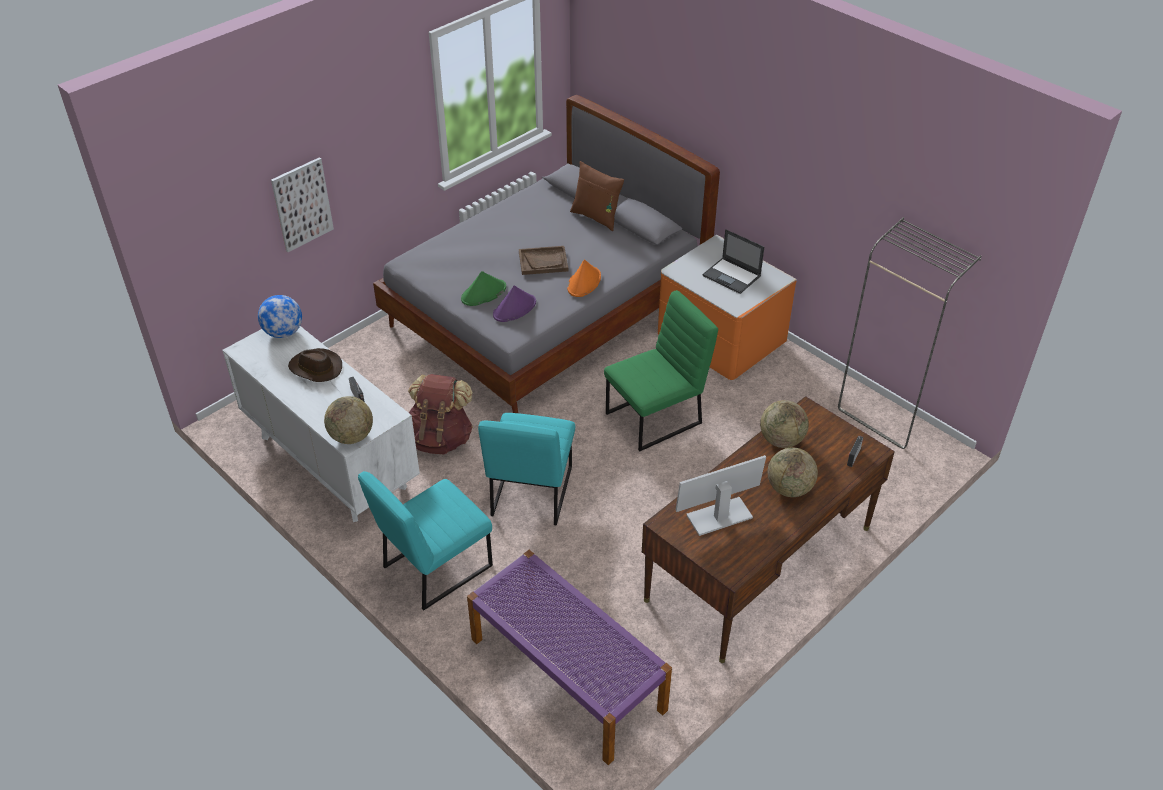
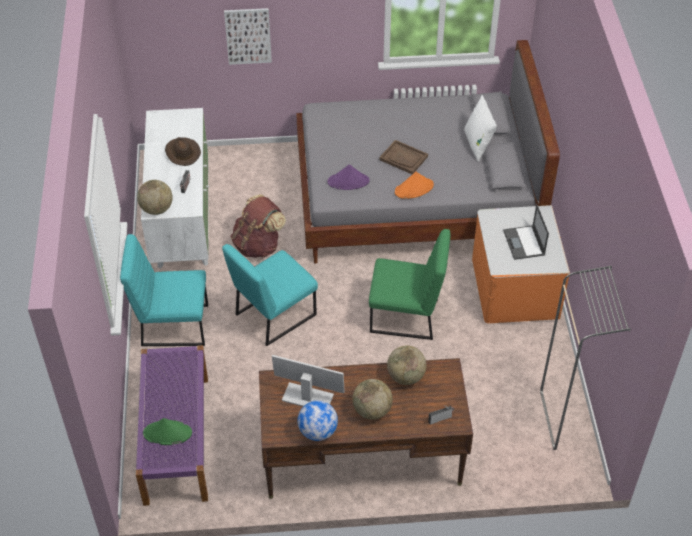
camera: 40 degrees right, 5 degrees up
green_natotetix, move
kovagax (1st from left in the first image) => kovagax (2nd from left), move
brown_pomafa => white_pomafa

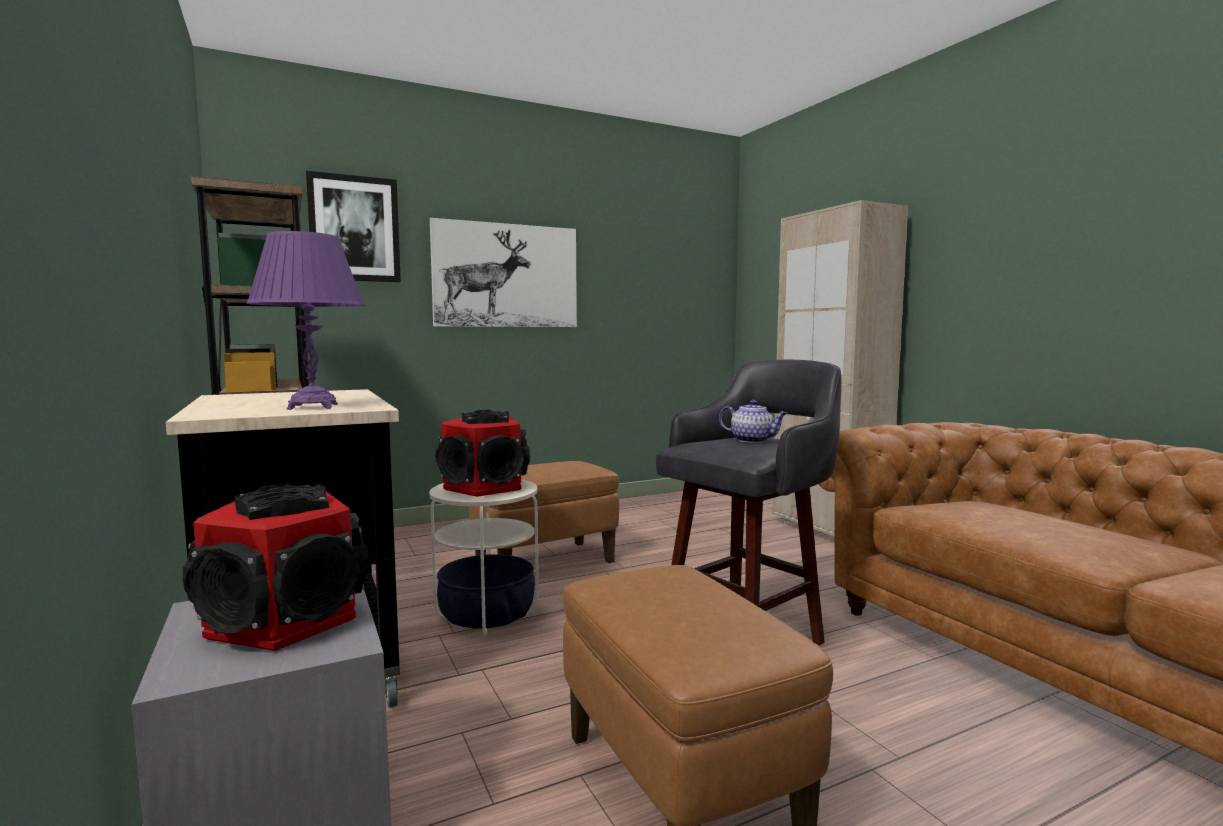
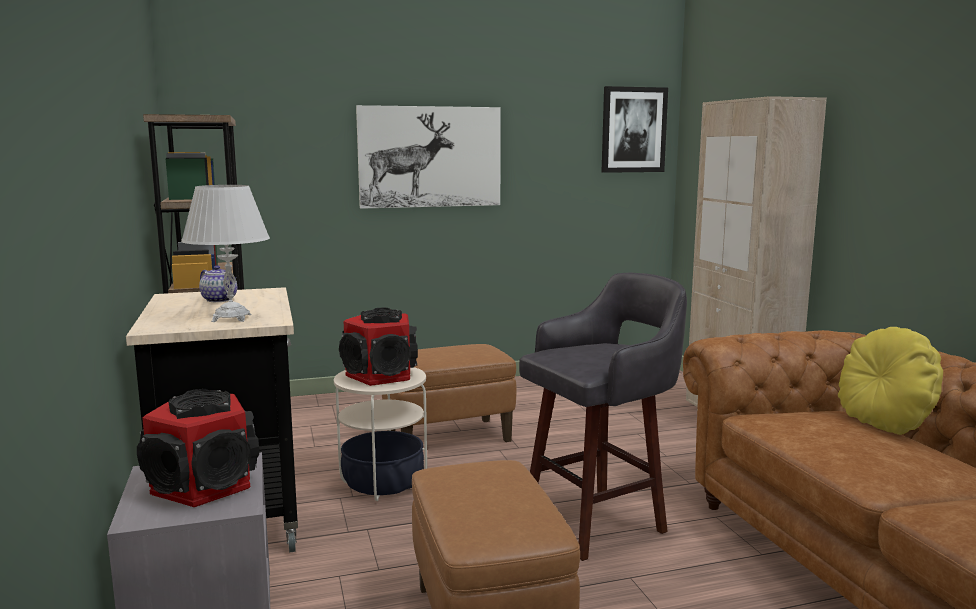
camera: 10 degrees right, 5 degrees up
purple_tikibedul => white_tikibedul
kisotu, move
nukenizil (1st from left in the first image) => nukenizil (2nd from left), move
nothing => yellow_pomafa

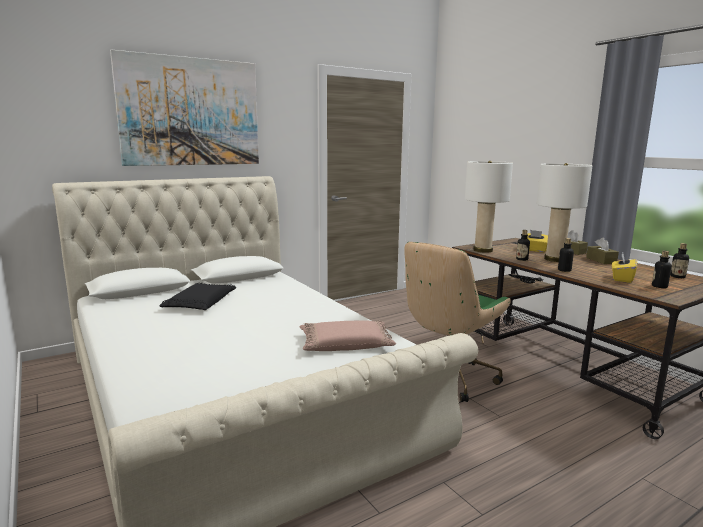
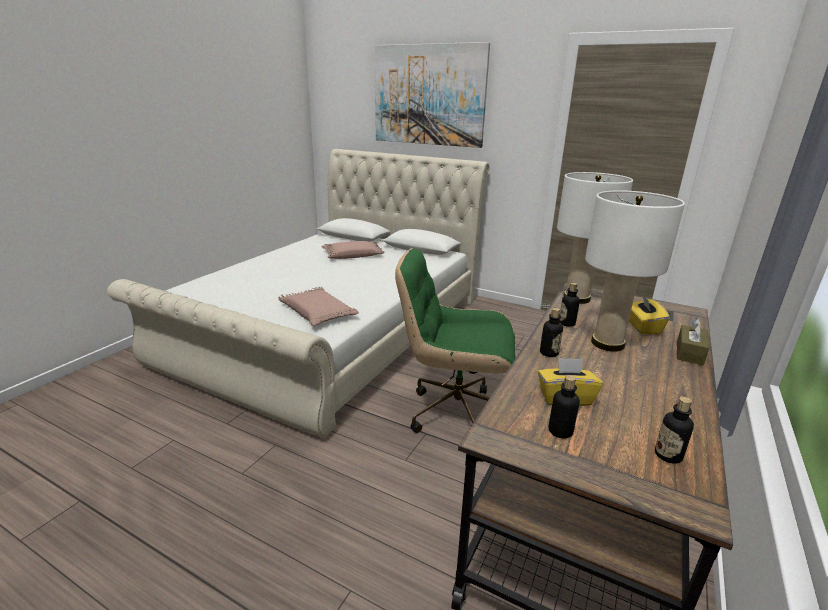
camera: 60 degrees right, 10 degrees up
black_pomafa => beige_pomafa (2nd from left)
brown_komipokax (2nd from left) => nothing

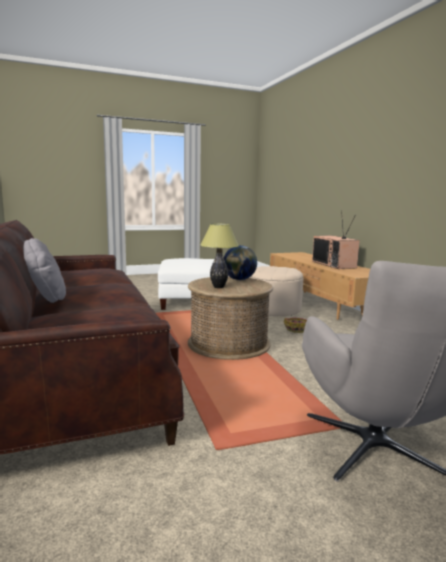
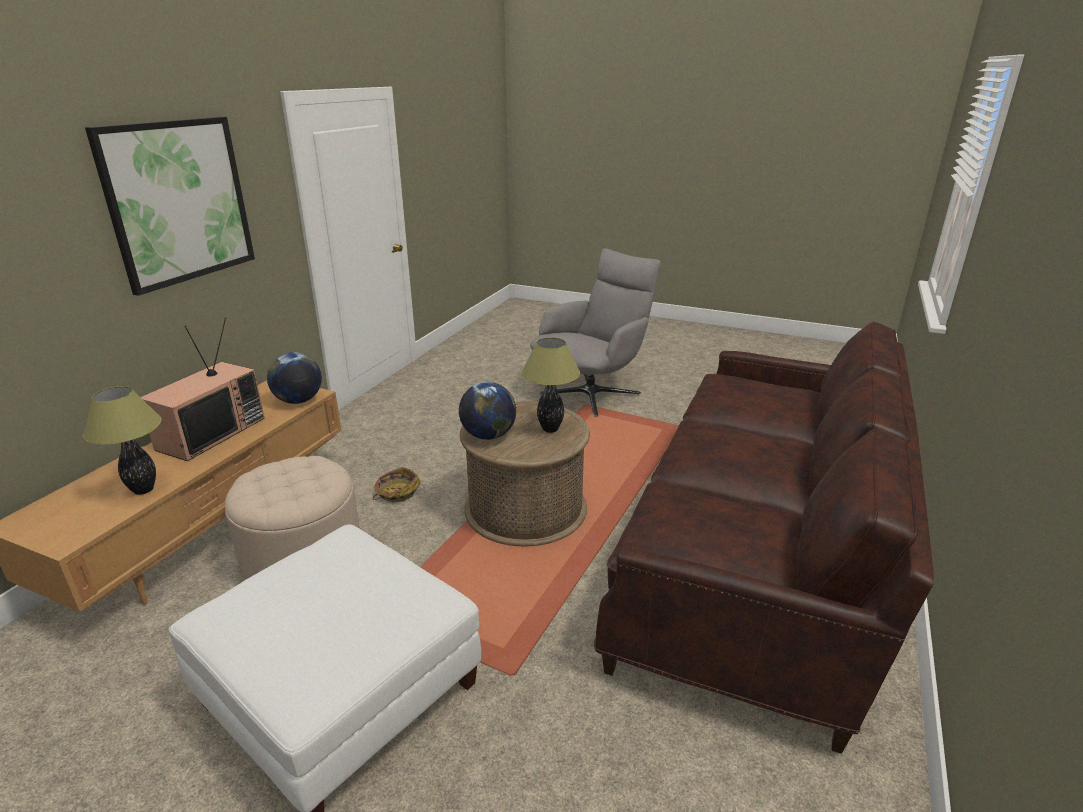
camera: 135 degrees left, 15 degrees up
nothing => tikibedul (1st from left)
nothing => nukenizil
nothing => kovagax (1st from left)
grey_pomafa => nothing

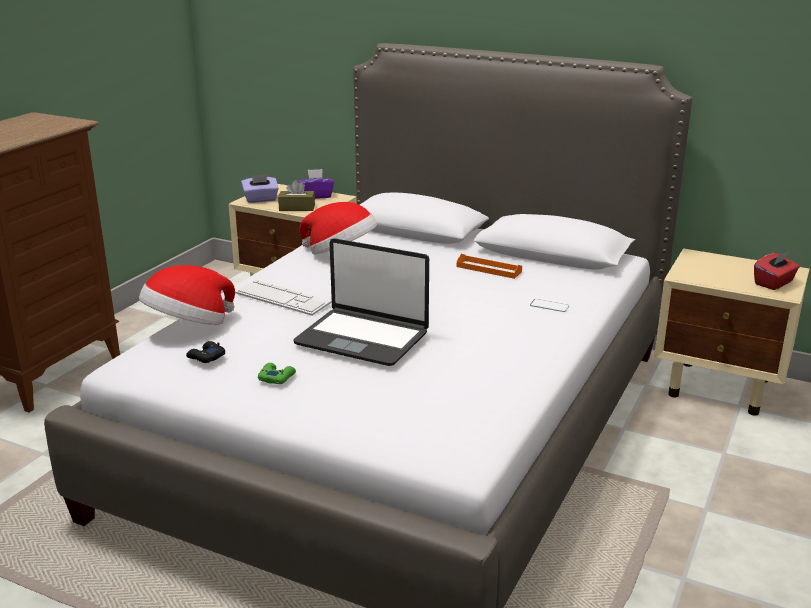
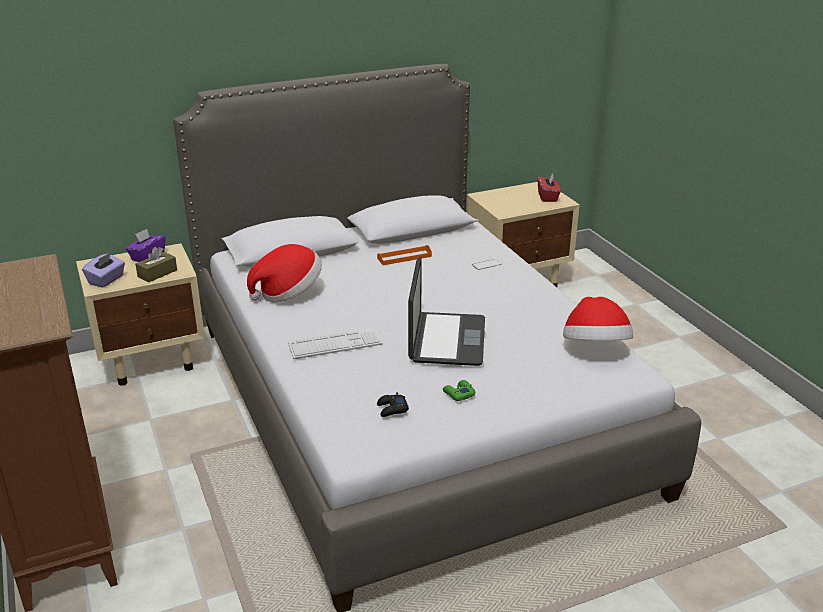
camera: 50 degrees left, 5 degrees up
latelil, 60 degrees counterclockwise
natotetix (1st from left in the first image) => natotetix (2nd from left), move

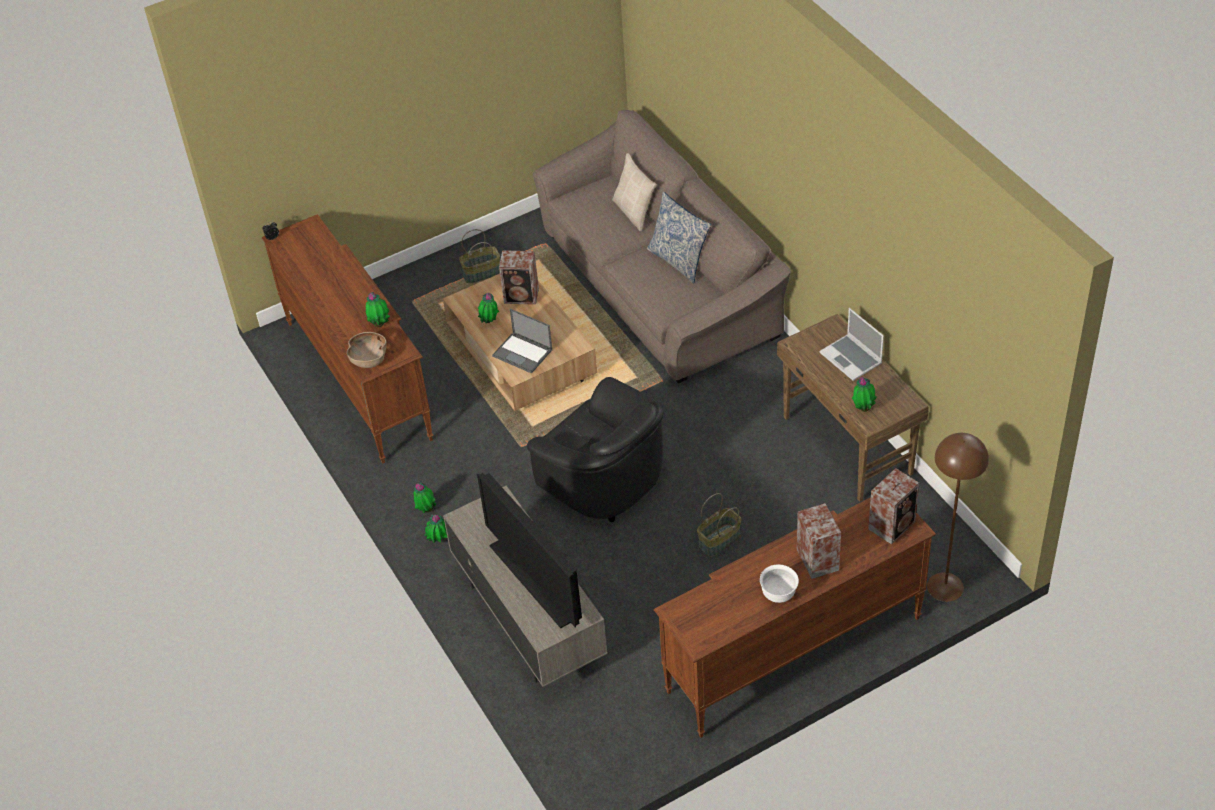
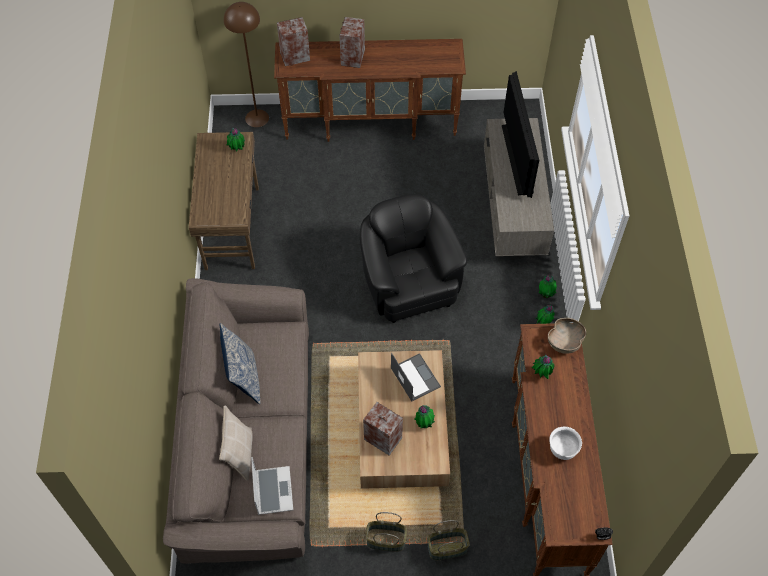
camera: 155 degrees left, 10 degrees up
latelil (2nd from left in the first image) => latelil (1st from left), move
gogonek (2nd from left), move
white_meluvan, move

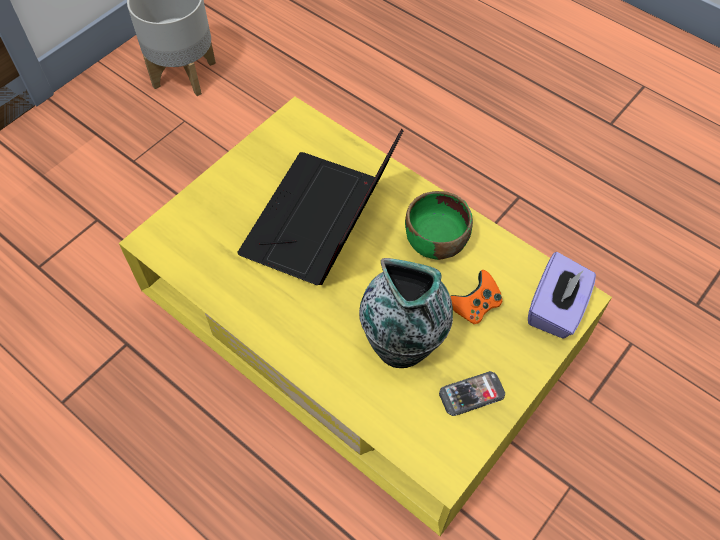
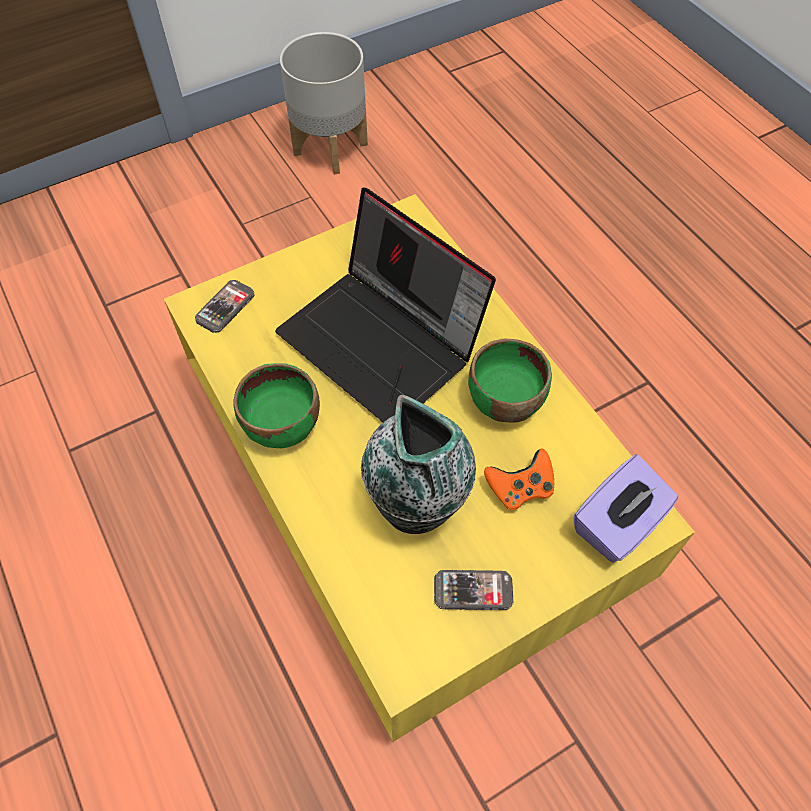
camera: 20 degrees right, 0 degrees up
nothing => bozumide (1st from left)
nothing => green_meluvan (1st from left)
latelil, 90 degrees counterclockwise

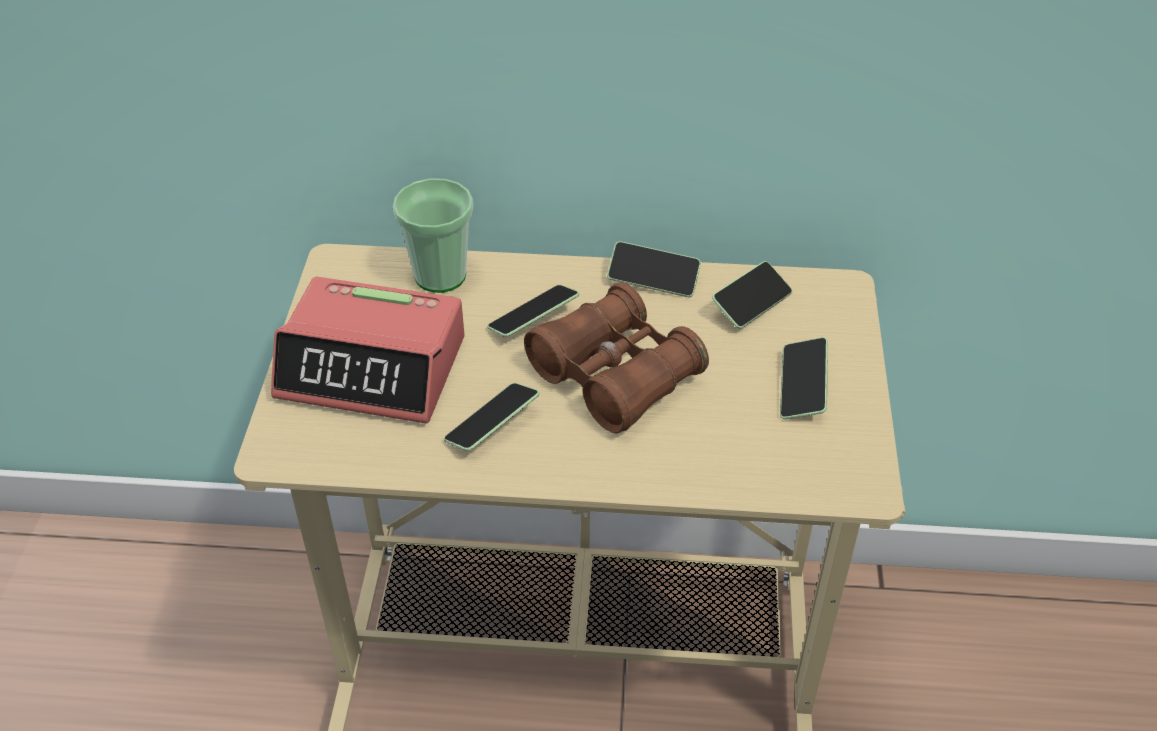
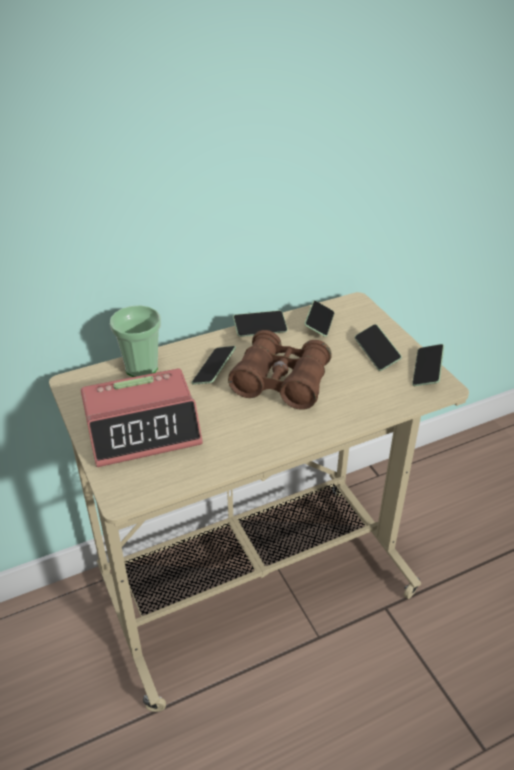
camera: 30 degrees left, 5 degrees down
bozumide (1st from left in the first image) => bozumide (5th from left), move

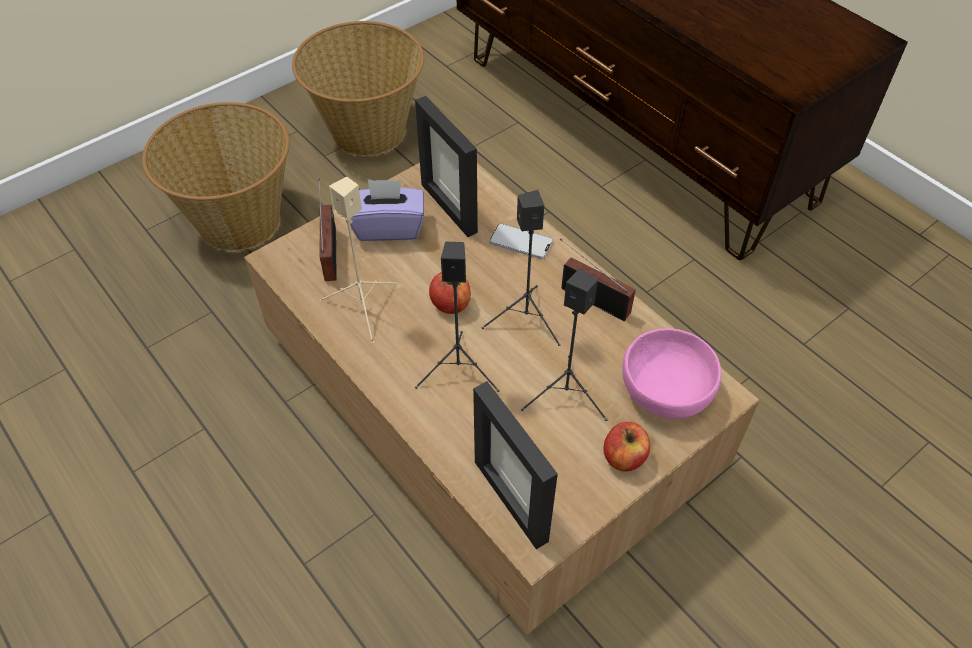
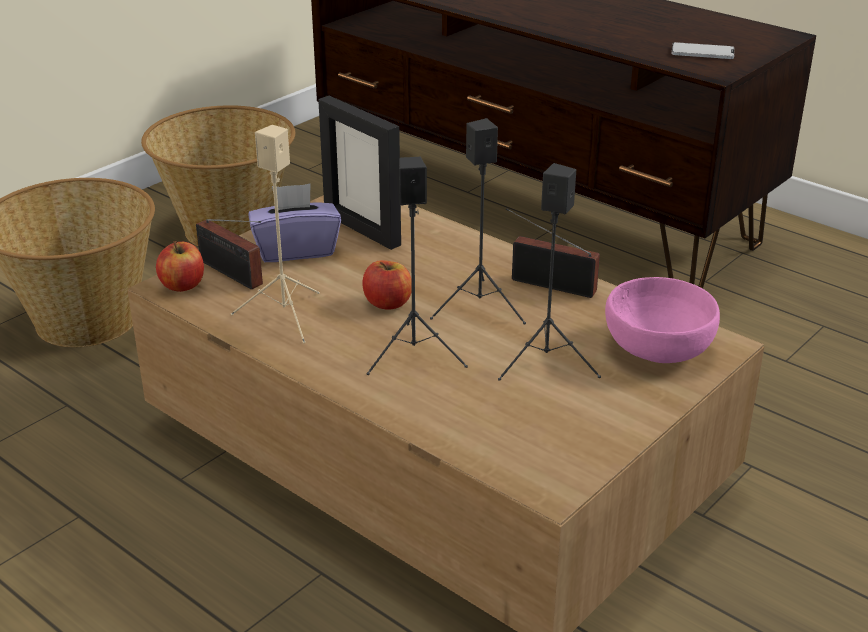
camera: 10 degrees left, 20 degrees down
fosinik (2nd from left in the first image) => fosinik (1st from left), move
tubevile (1st from left), 150 degrees clockwise
bozumide, move
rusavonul (2nd from left) => nothing

